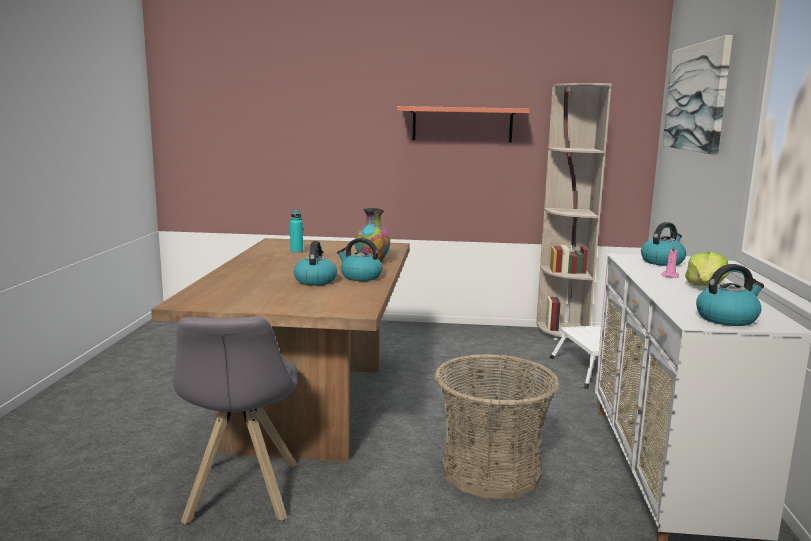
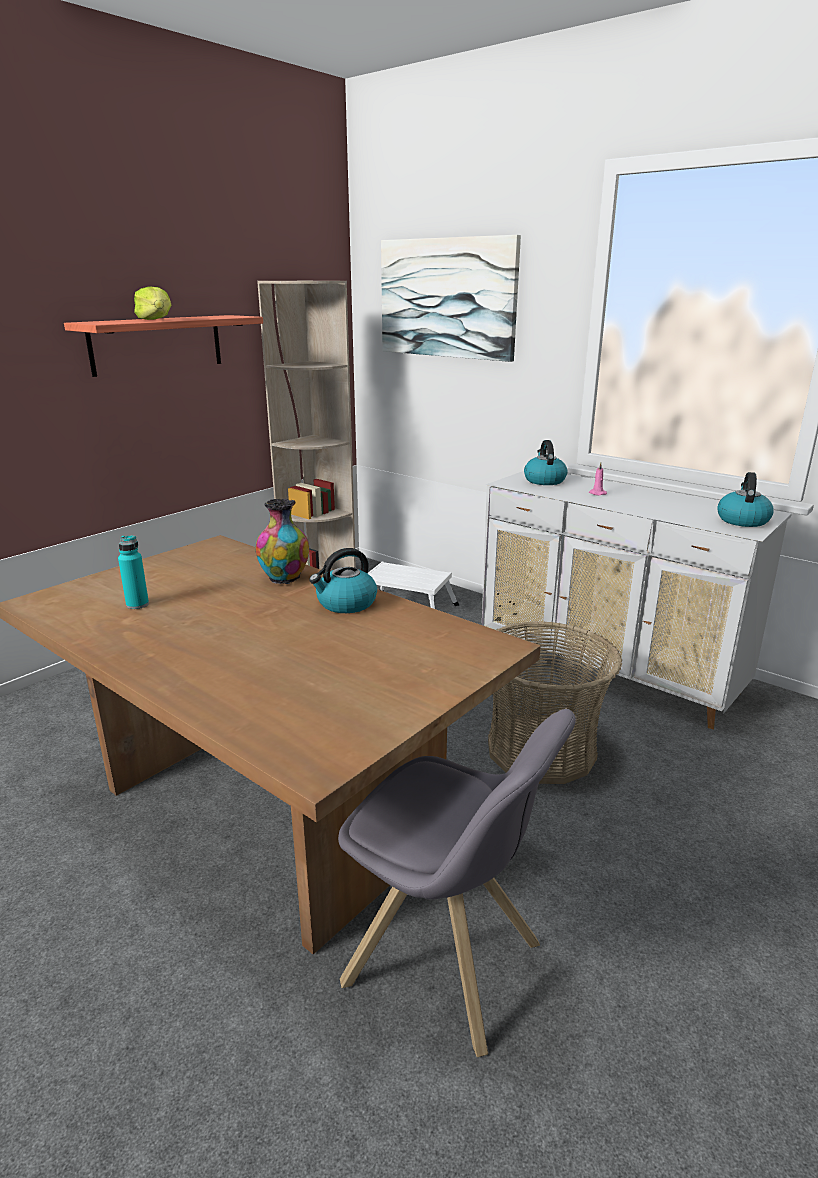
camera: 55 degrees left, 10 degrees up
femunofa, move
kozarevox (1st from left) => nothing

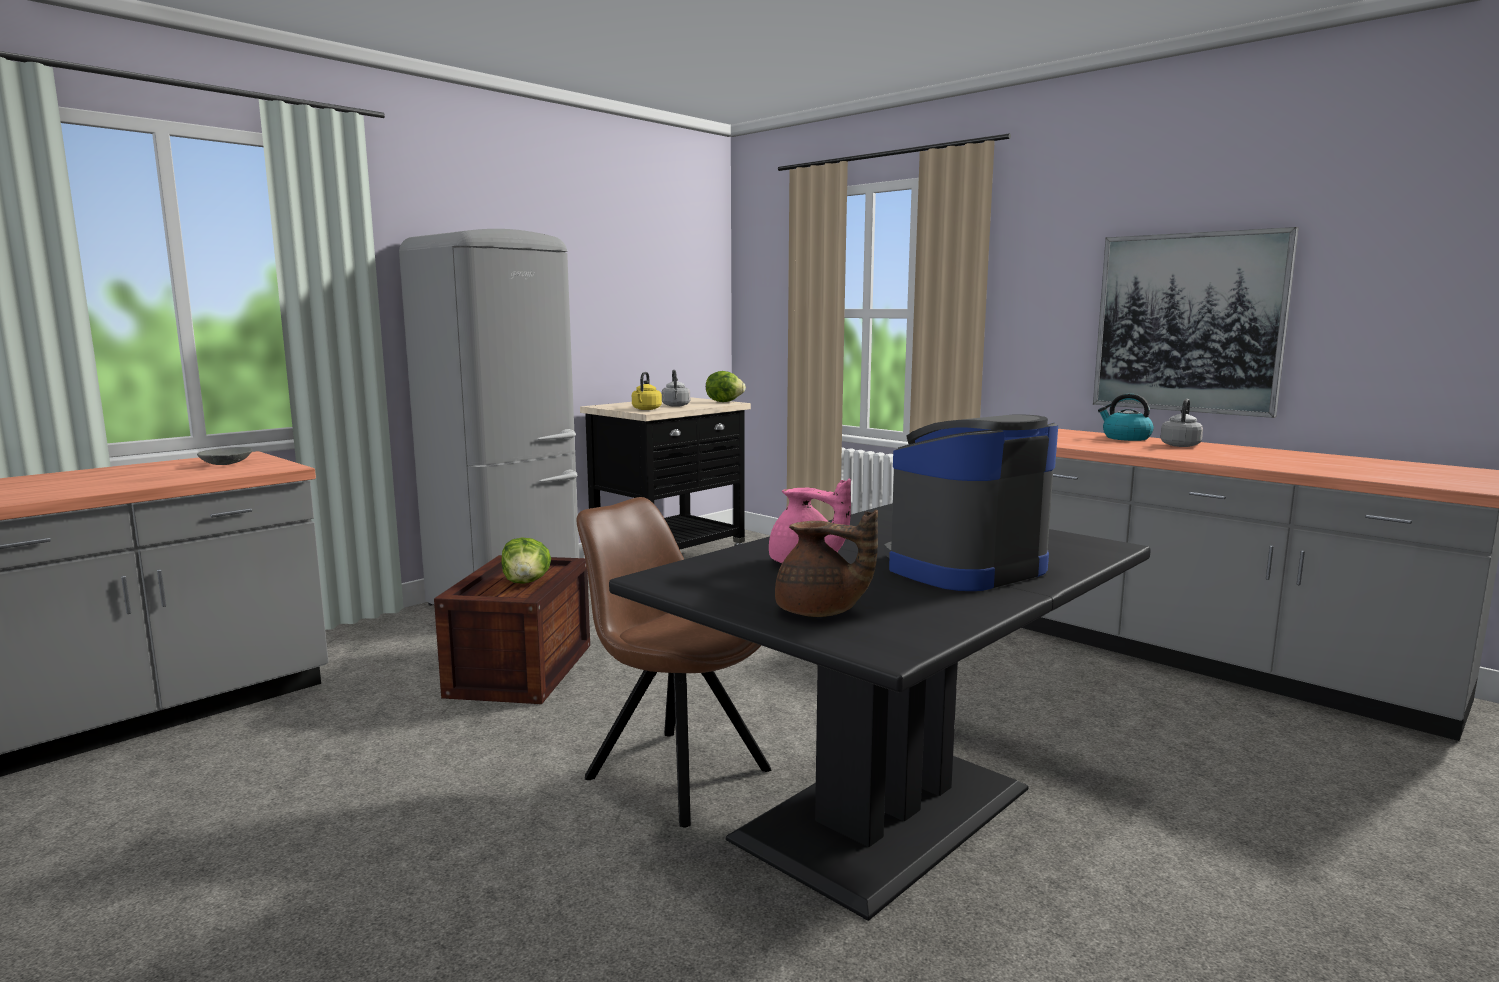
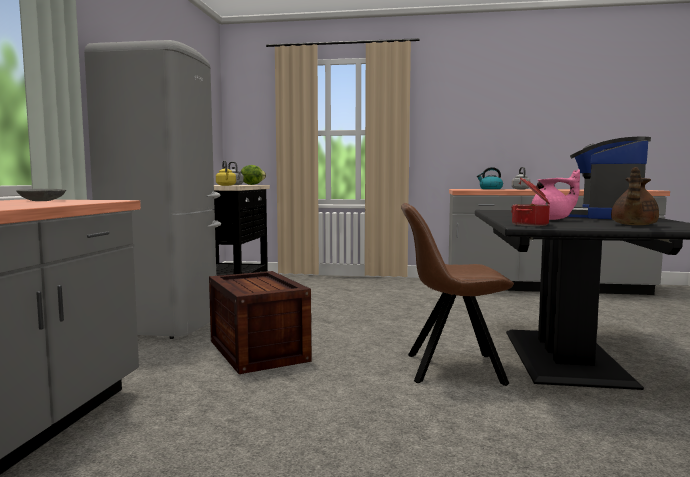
camera: 35 degrees left, 5 degrees down
nothing => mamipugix
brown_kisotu, 135 degrees clockwise
femunofa (1st from left) => nothing
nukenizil => nothing

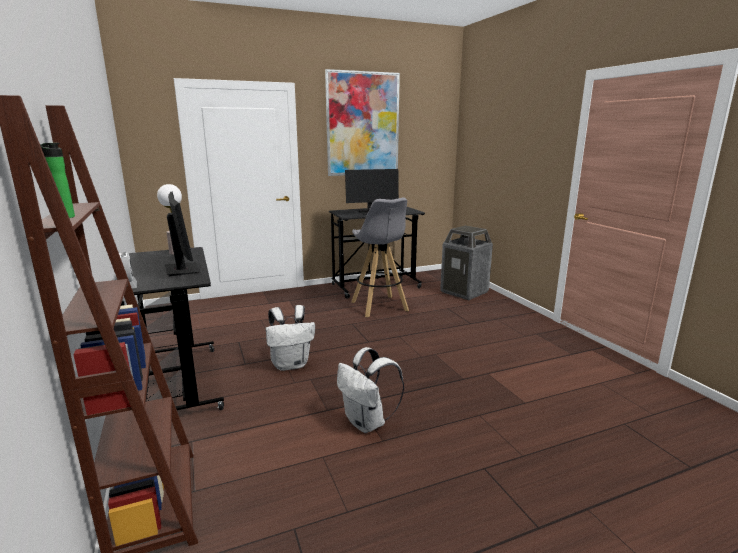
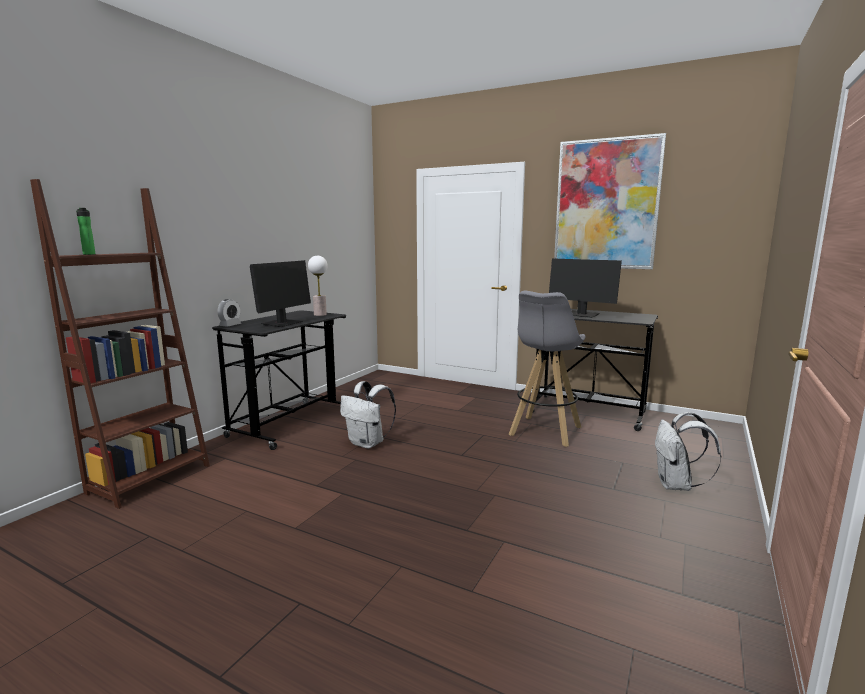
camera: 50 degrees right, 5 degrees down
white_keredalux (2nd from left), move
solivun => nothing

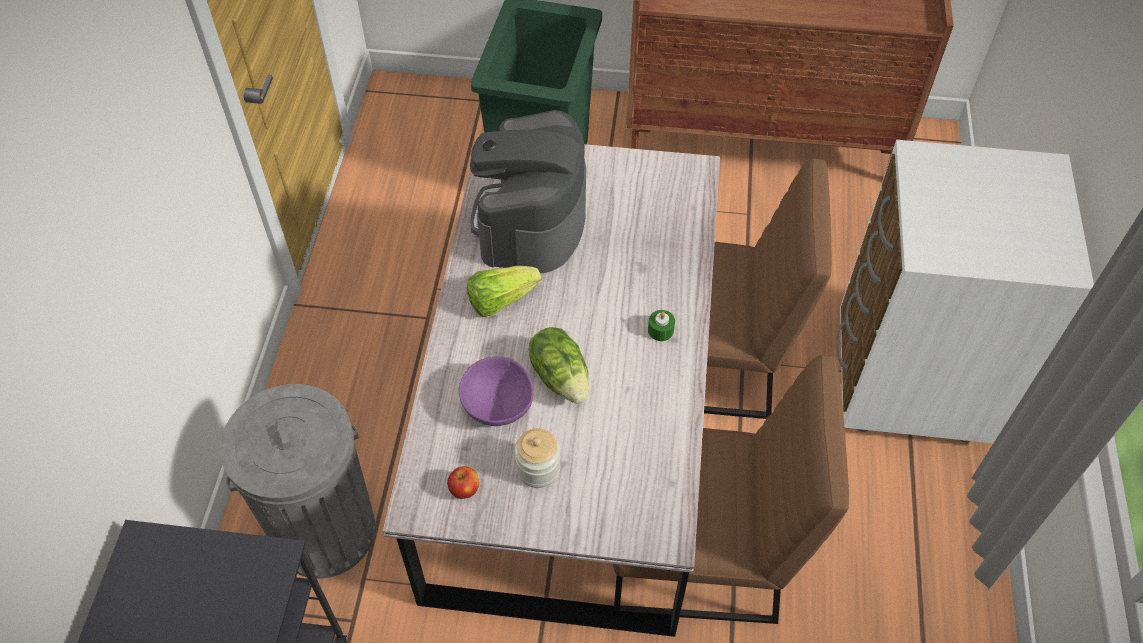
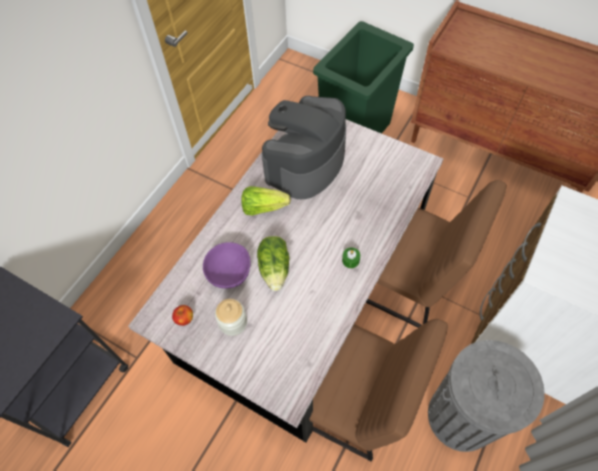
camera: 25 degrees right, 5 degrees up
grey_solivun, move

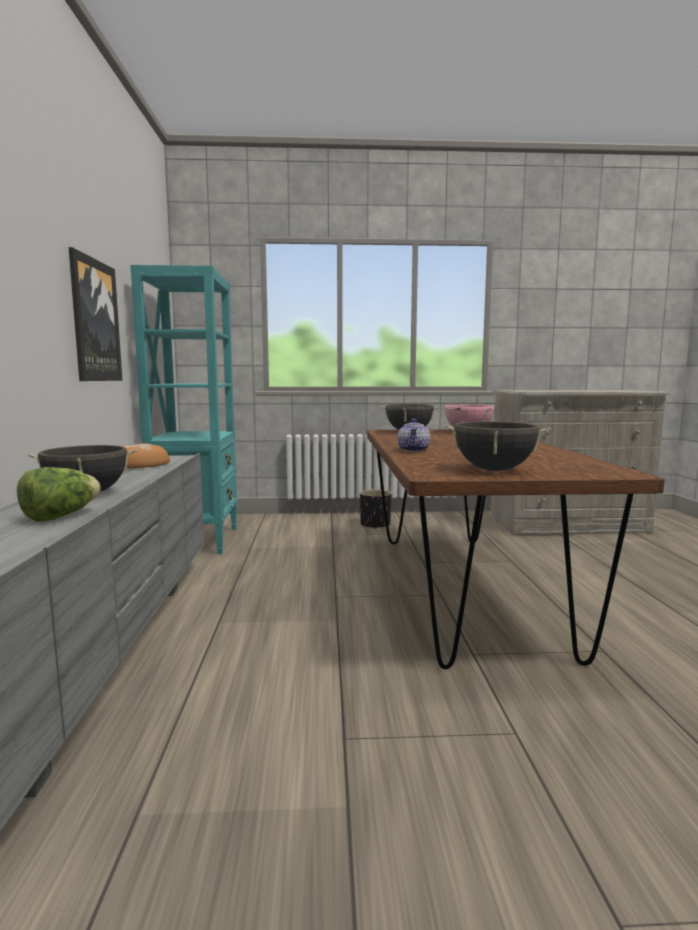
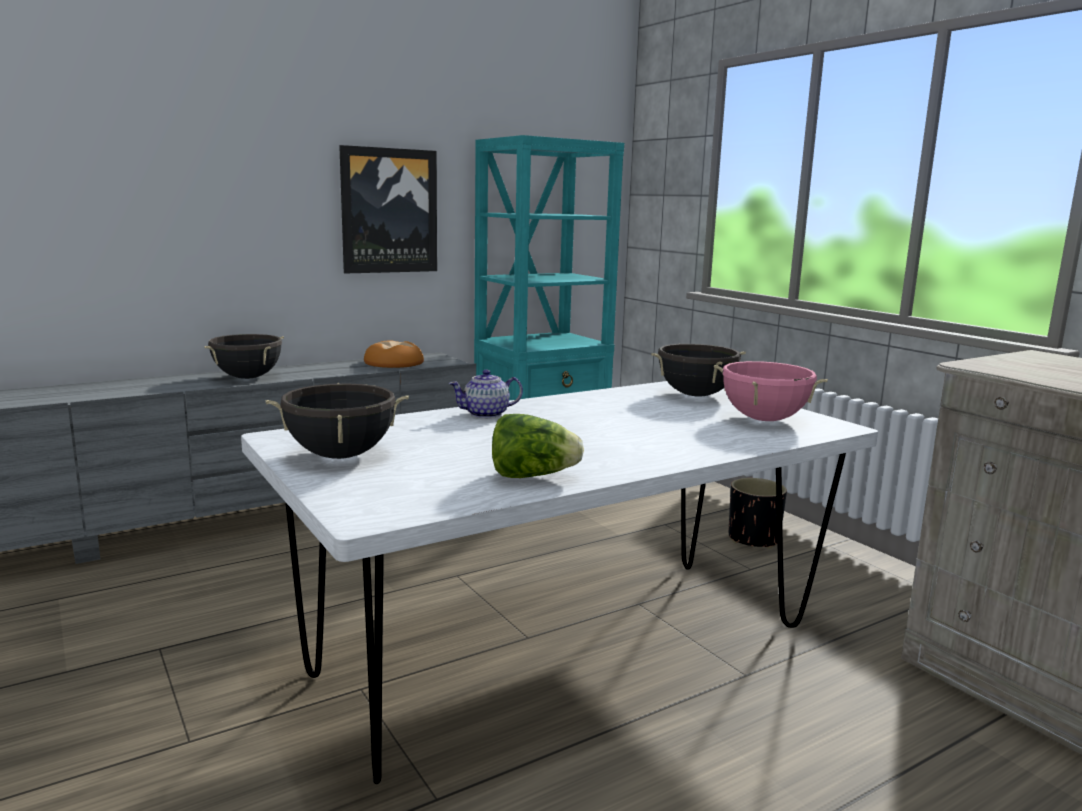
camera: 60 degrees right, 5 degrees up
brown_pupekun => white_pupekun
femunofa, move

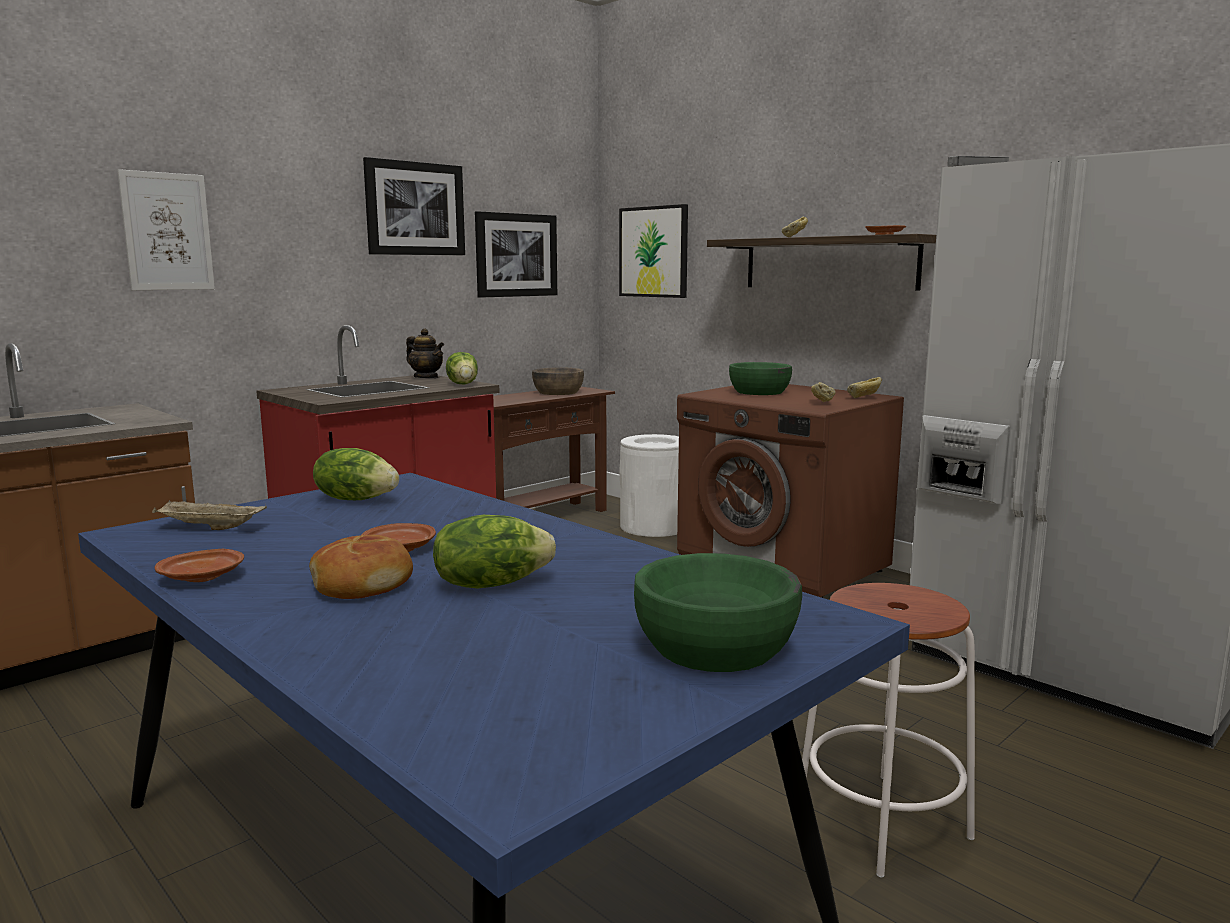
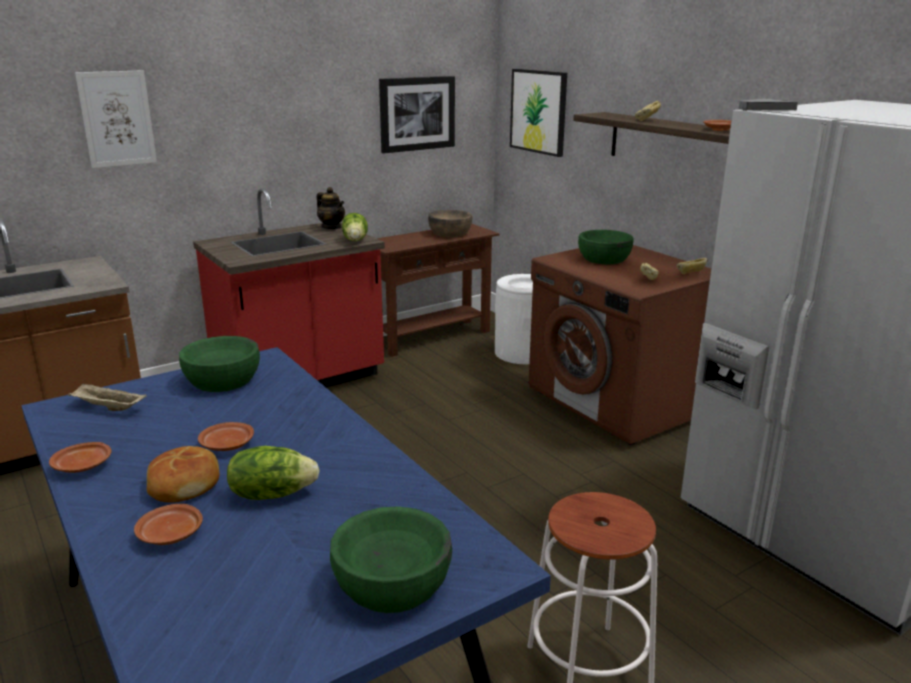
camera: 10 degrees right, 10 degrees up
nothing => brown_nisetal (2nd from left)
femunofa (1st from left) => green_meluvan (1st from left)
nukenizil (2nd from left) => nothing

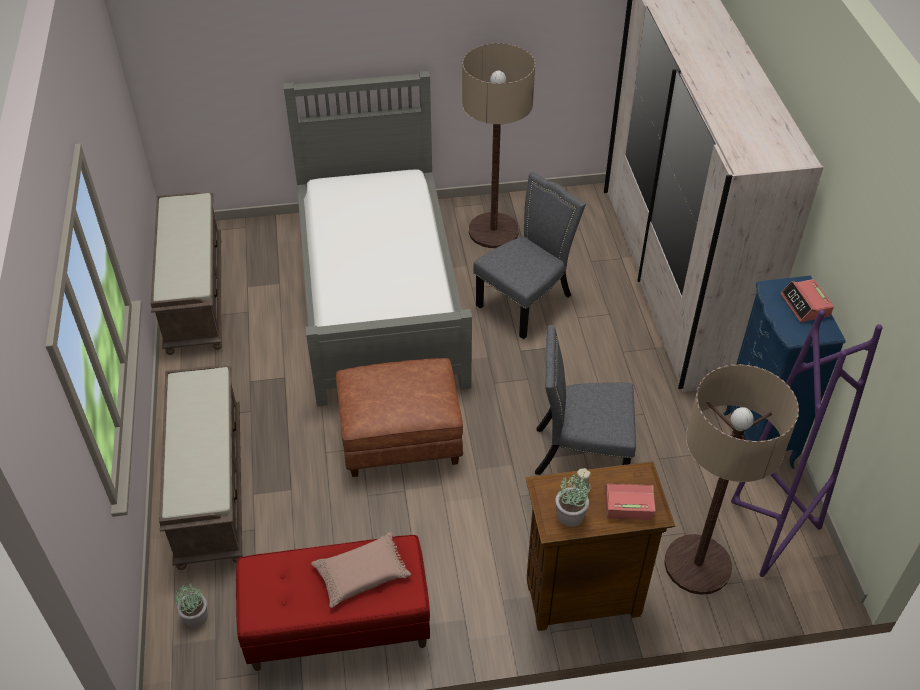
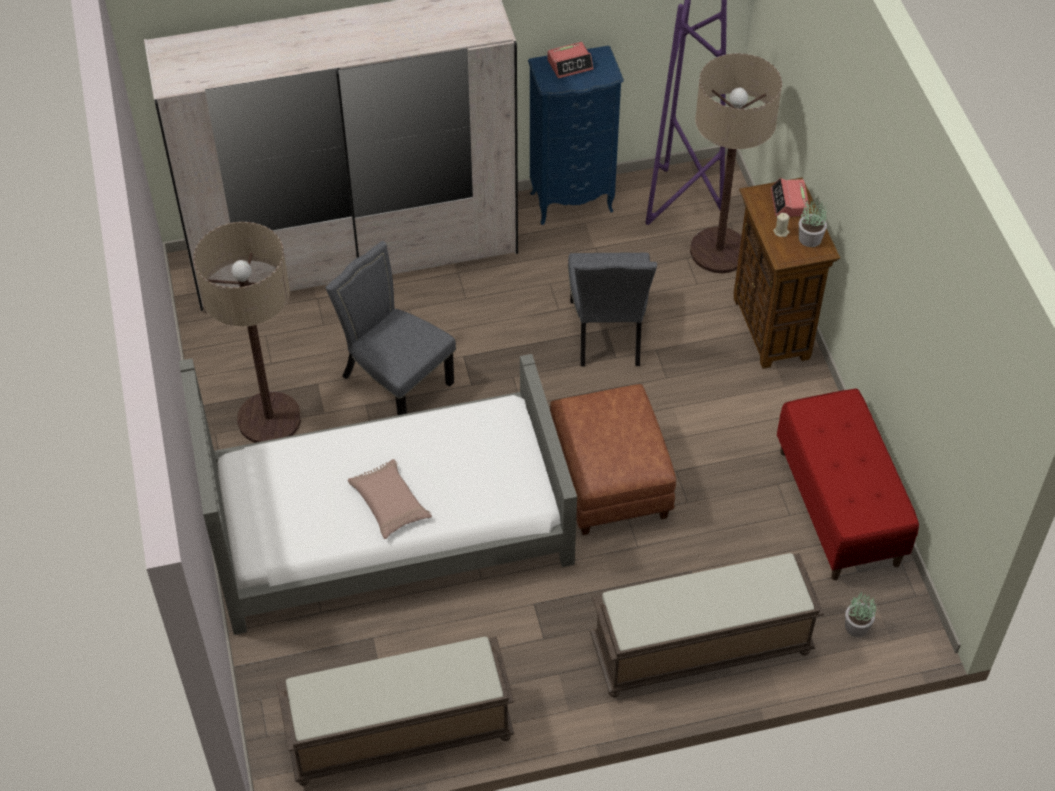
camera: 95 degrees left, 5 degrees up
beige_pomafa, move

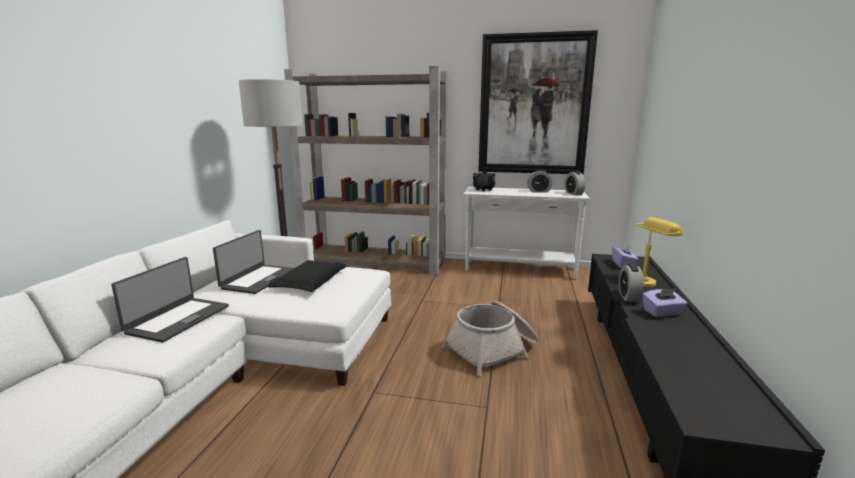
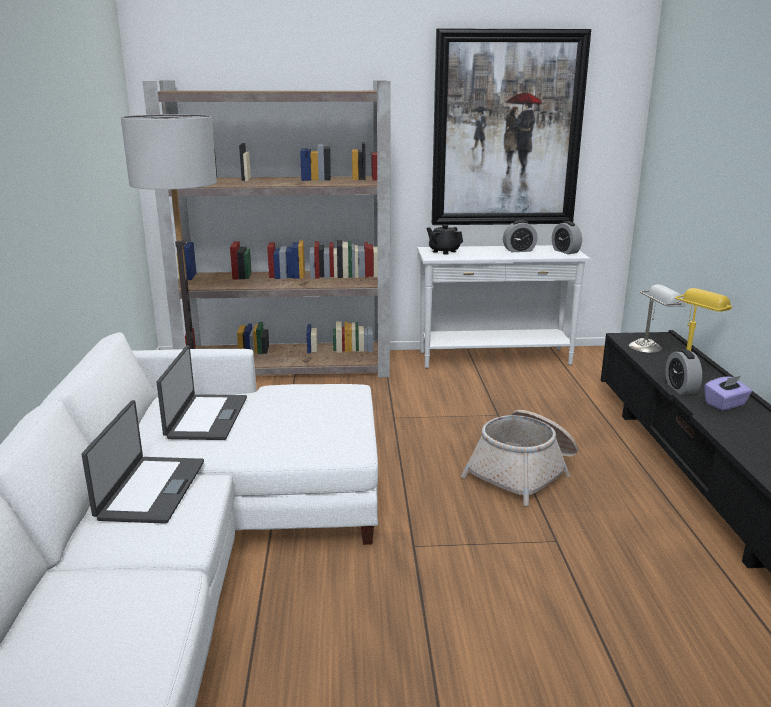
camera: 15 degrees left, 5 degrees up
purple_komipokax (1st from left) => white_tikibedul
black_pomafa => nothing

